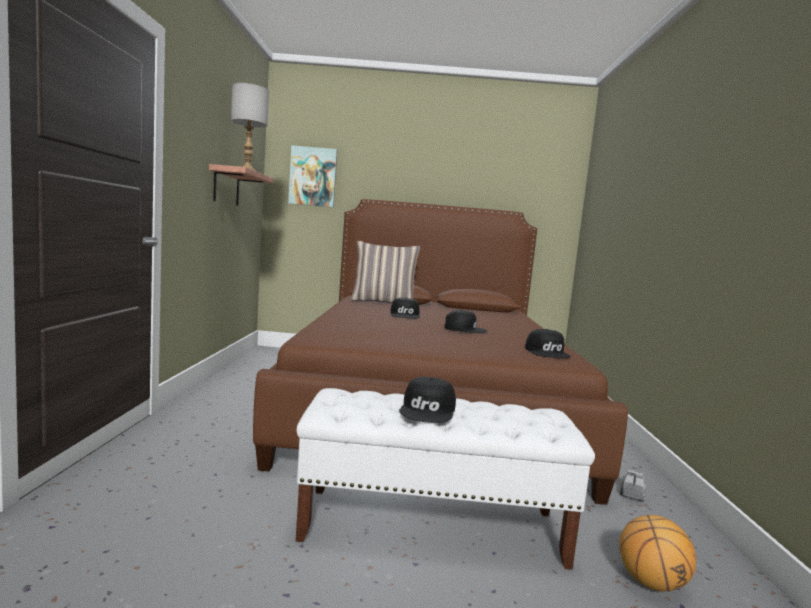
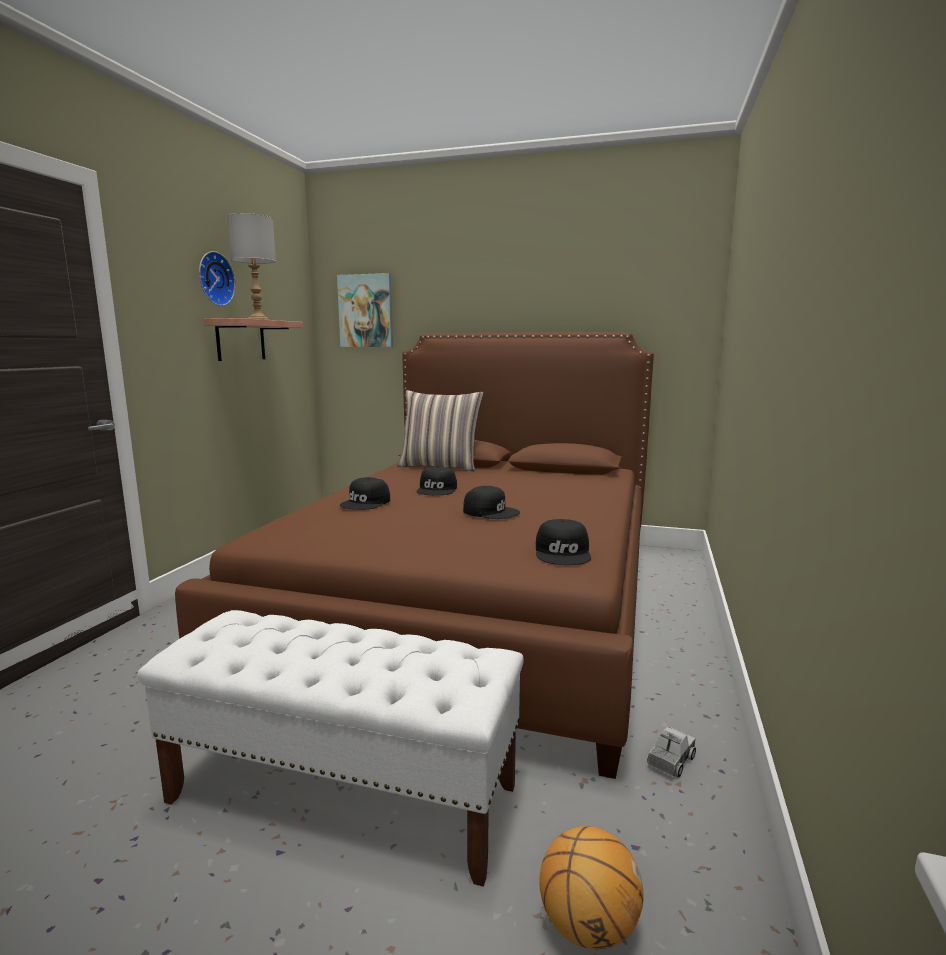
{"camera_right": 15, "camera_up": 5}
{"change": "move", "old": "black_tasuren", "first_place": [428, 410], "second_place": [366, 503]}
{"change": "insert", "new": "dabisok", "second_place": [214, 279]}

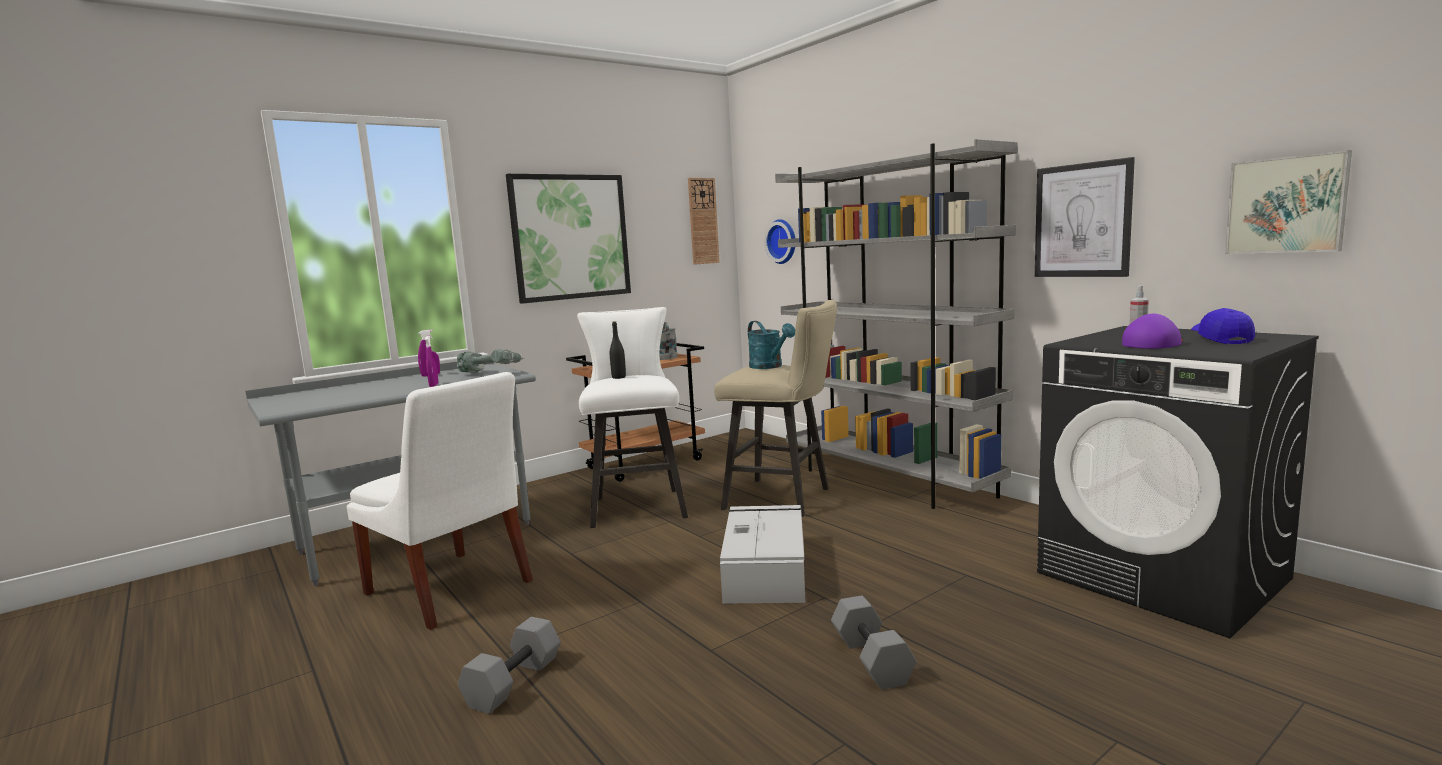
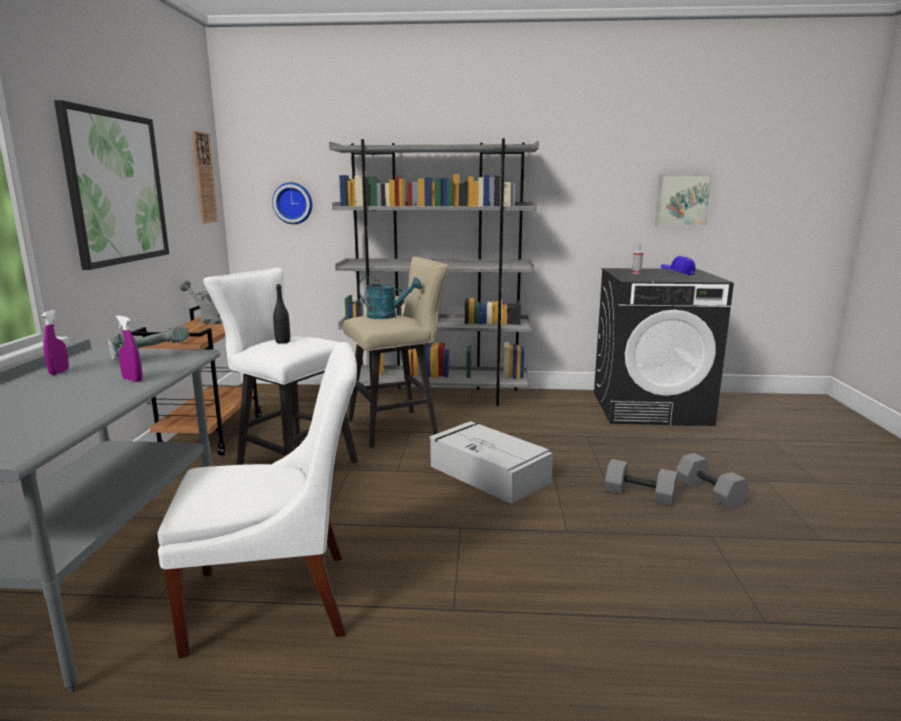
{"camera_right": -50, "camera_up": 5}
{"change": "delete", "old": "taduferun", "first_place": [1082, 220]}
{"change": "delete", "old": "purple_tasuren", "first_place": [1154, 343]}
{"change": "move", "old": "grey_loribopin", "first_place": [513, 681], "second_place": [708, 493]}

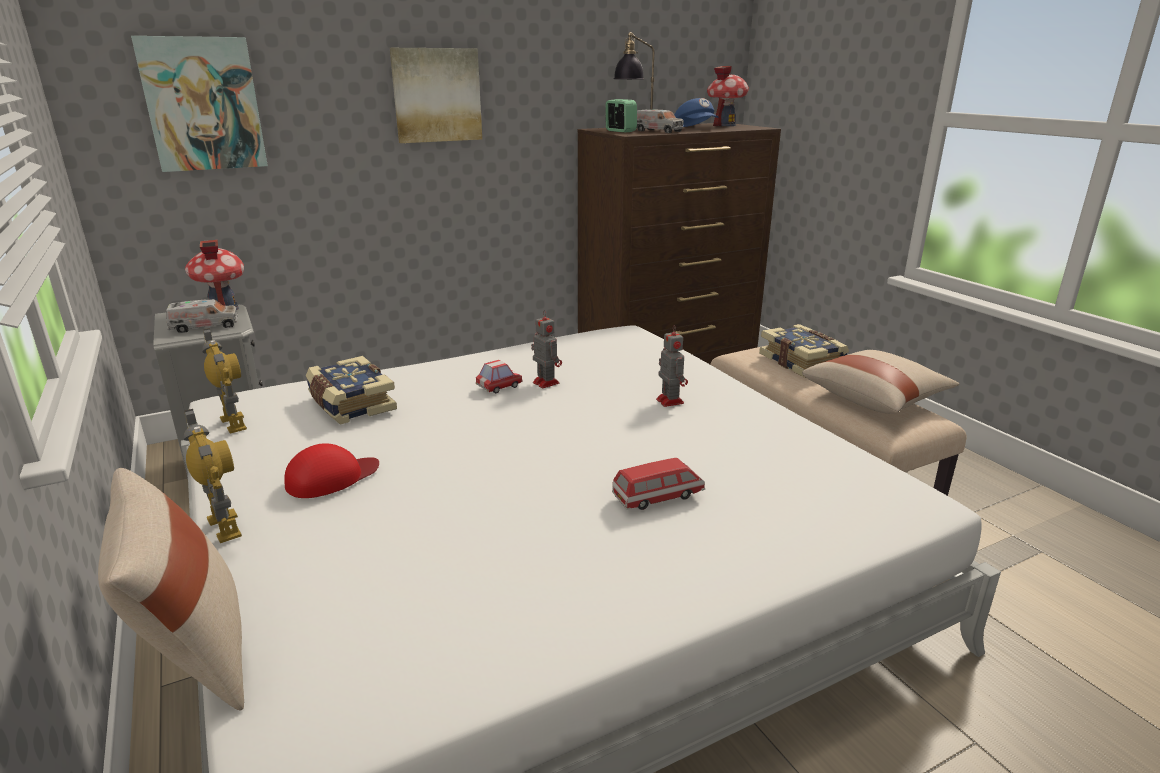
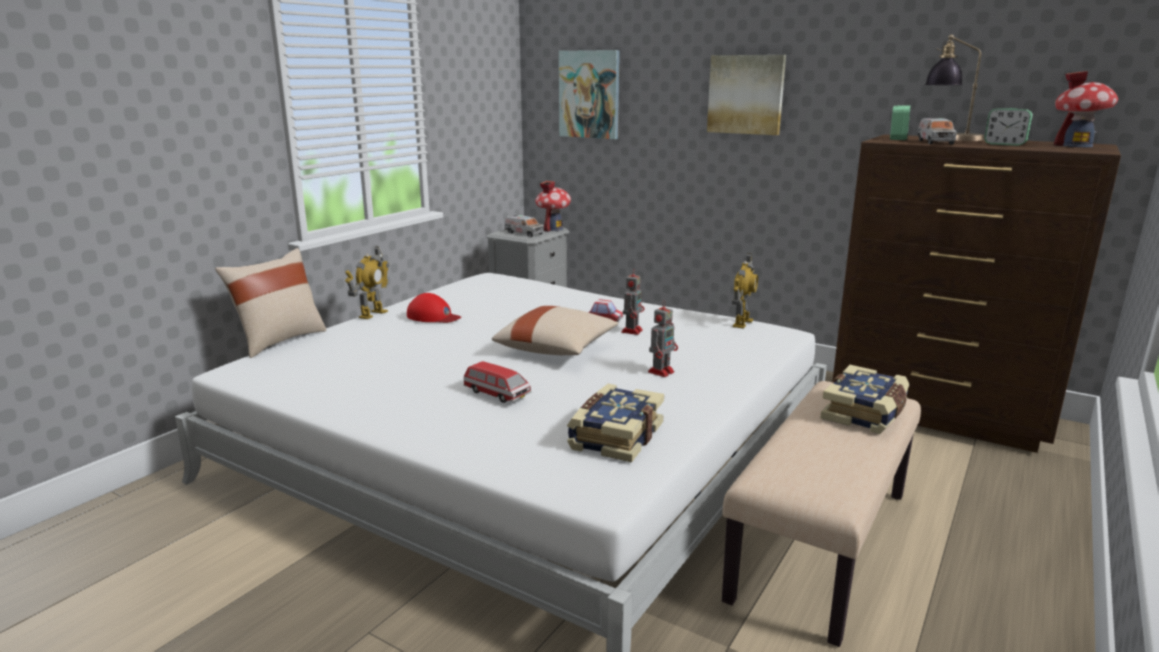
{"camera_right": 60, "camera_up": -5}
{"change": "replace", "old": "blue_tasuren", "new": "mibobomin", "first_place": [695, 128], "second_place": [1005, 144]}
{"change": "move", "old": "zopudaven", "first_place": [234, 423], "second_place": [741, 323]}
{"change": "move", "old": "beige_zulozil", "first_place": [876, 399], "second_place": [557, 349]}
{"change": "move", "old": "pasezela", "first_place": [350, 404], "second_place": [614, 436]}

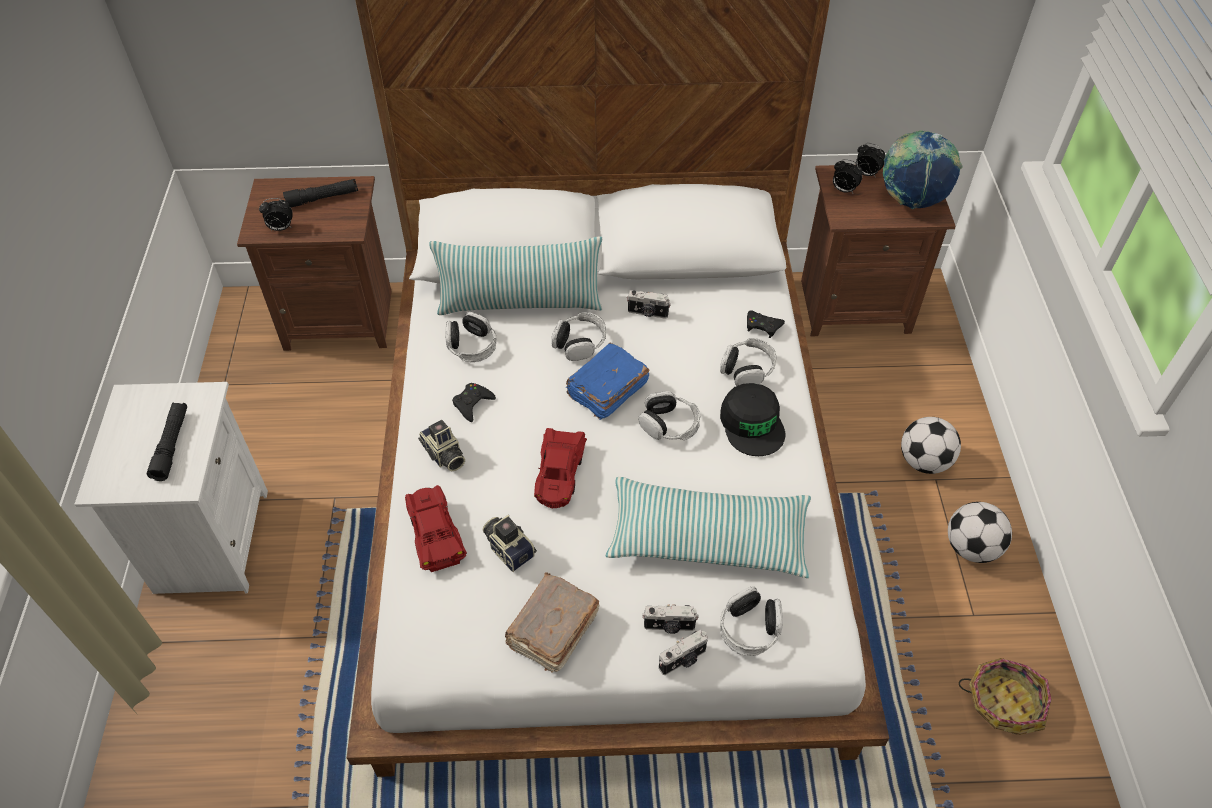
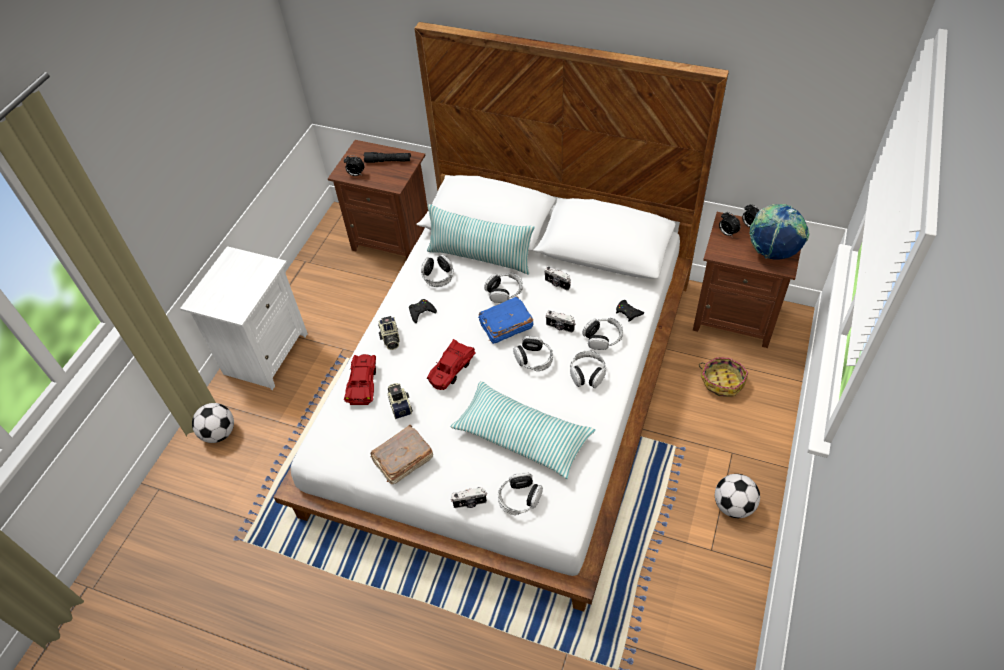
{"camera_right": 25, "camera_up": 0}
{"change": "replace", "old": "black_tasuren", "new": "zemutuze", "first_place": [752, 424], "second_place": [587, 374]}
{"change": "delete", "old": "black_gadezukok", "first_place": [171, 445]}
{"change": "move", "old": "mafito", "first_place": [924, 461], "second_place": [219, 433]}
{"change": "move", "old": "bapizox", "first_place": [669, 626], "second_place": [559, 327]}
{"change": "move", "old": "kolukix", "first_place": [1004, 702], "second_place": [722, 381]}

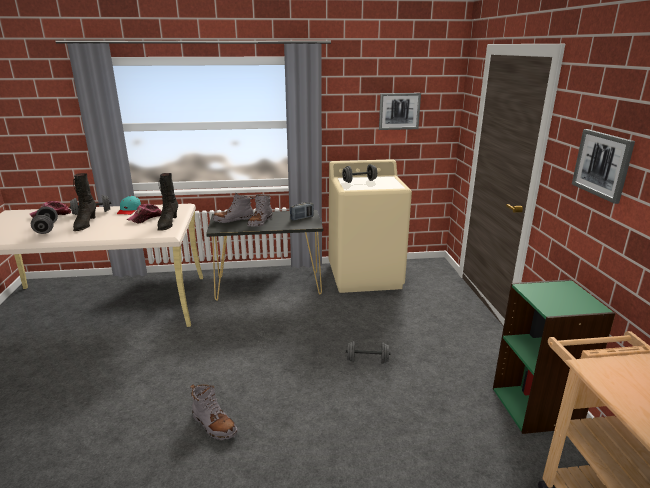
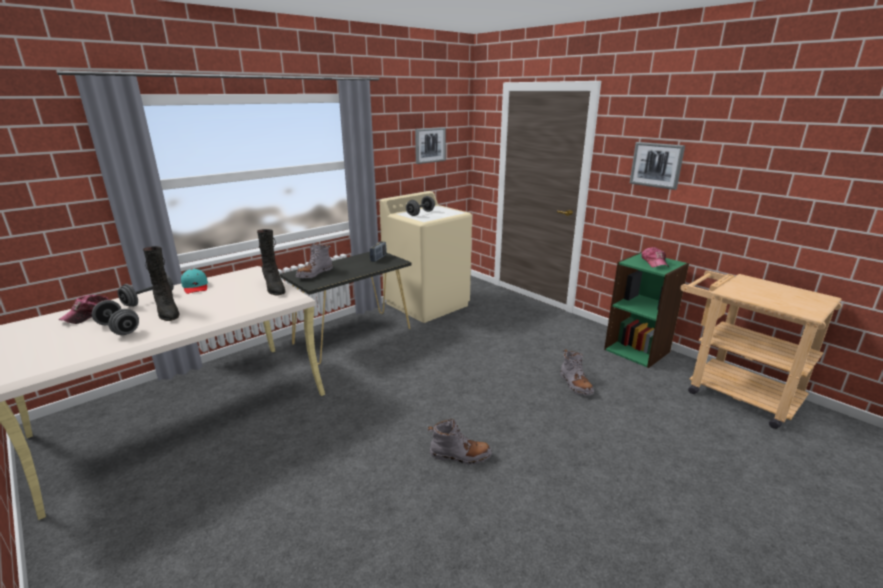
{"camera_right": -35, "camera_up": 0}
{"change": "move", "old": "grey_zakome", "first_place": [260, 222], "second_place": [575, 384]}
{"change": "move", "old": "tasuren", "first_place": [145, 218], "second_place": [654, 262]}
{"change": "delete", "old": "grey_loribopin", "first_place": [367, 360]}

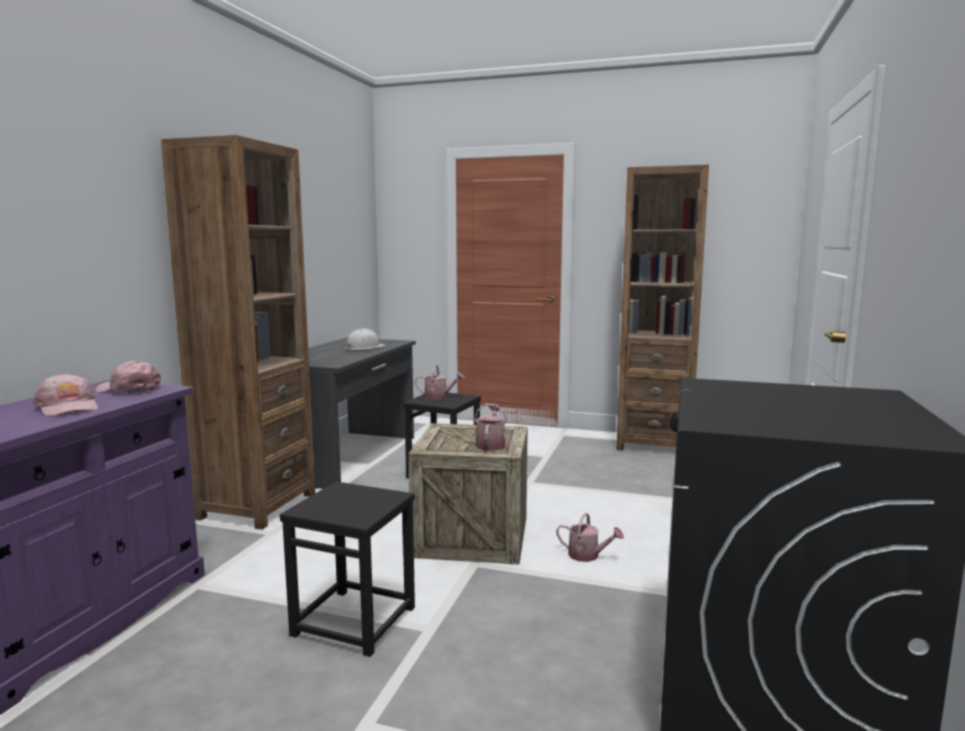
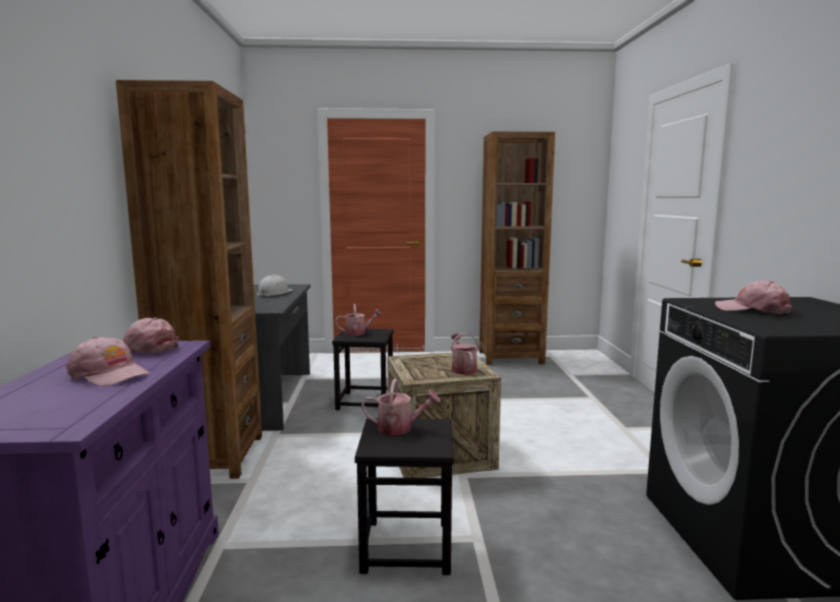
{"camera_right": -20, "camera_up": 0}
{"change": "move", "old": "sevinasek", "first_place": [588, 556], "second_place": [400, 428]}
{"change": "insert", "new": "pink_tasuren", "second_place": [752, 310]}

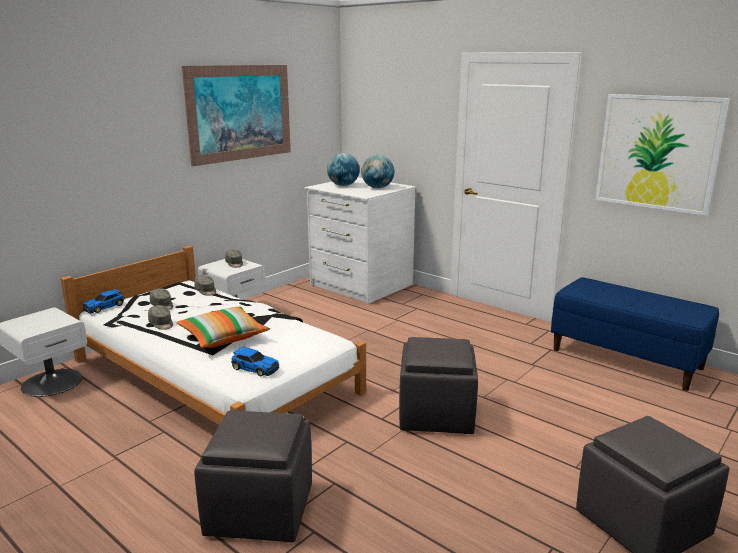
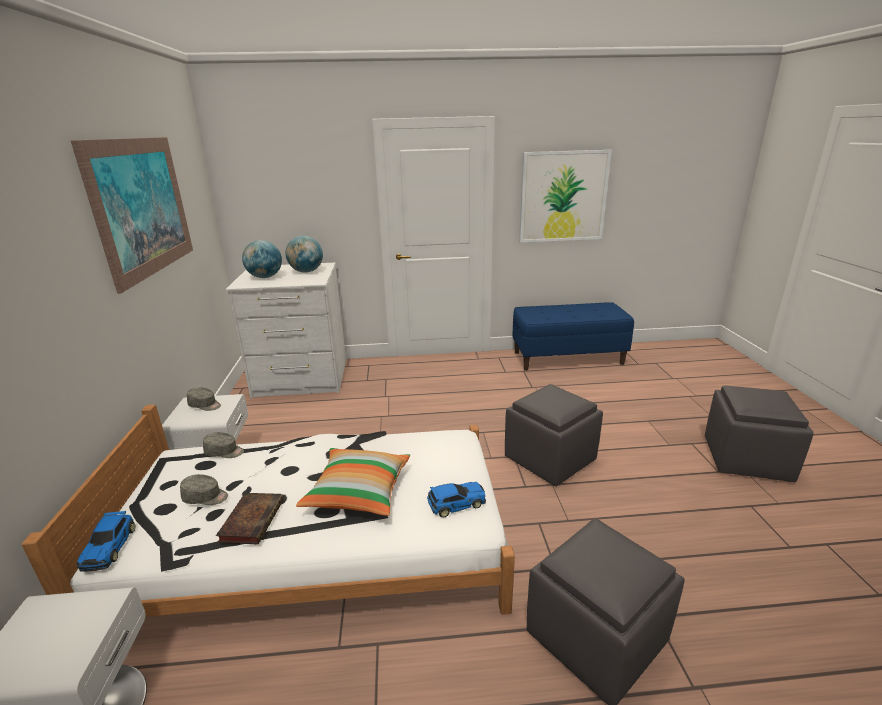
{"camera_right": -45, "camera_up": 5}
{"change": "replace", "old": "grey_tasuren", "new": "pasezela", "first_place": [161, 324], "second_place": [252, 520]}

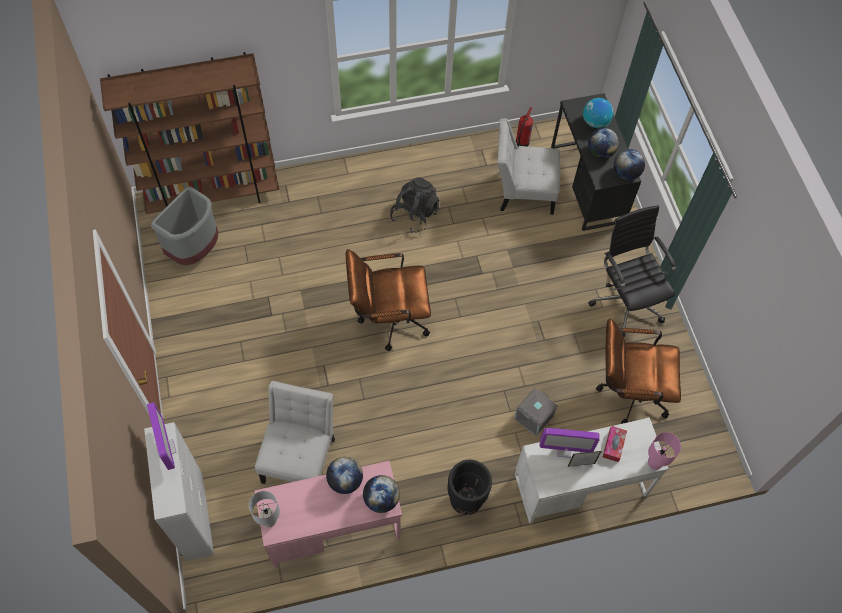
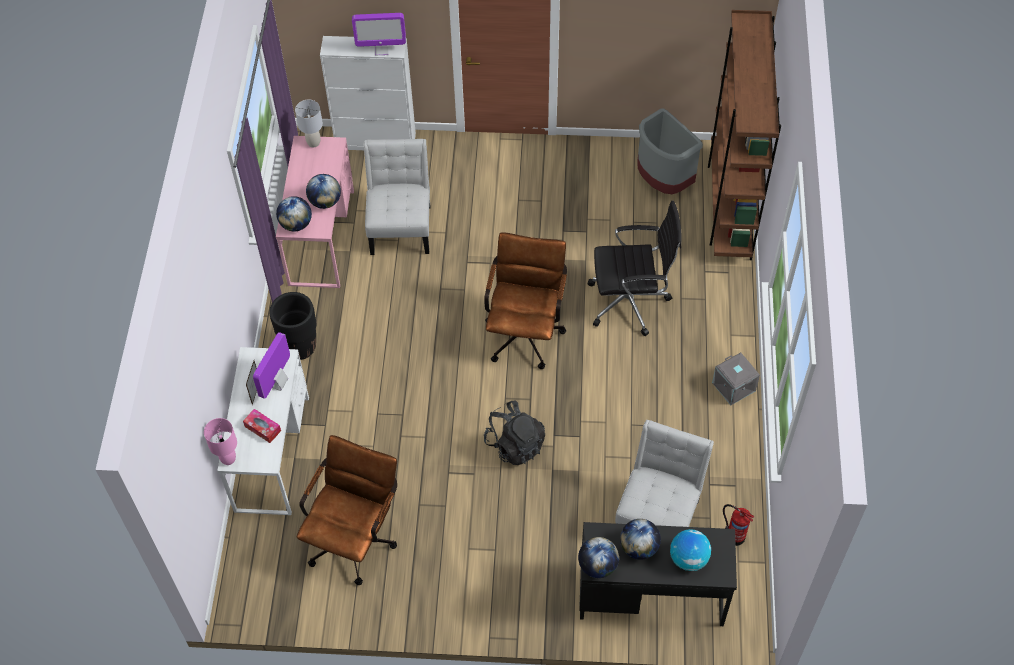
{"camera_right": 110, "camera_up": -5}
{"change": "move", "old": "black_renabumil", "first_place": [414, 214], "second_place": [515, 444]}
{"change": "move", "old": "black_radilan", "first_place": [626, 300], "second_place": [630, 302]}
{"change": "rotate", "old": "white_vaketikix", "first_place": [300, 456], "second_place": [401, 226], "degrees": -120}
{"change": "move", "old": "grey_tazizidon", "first_place": [534, 418], "second_place": [733, 387]}

